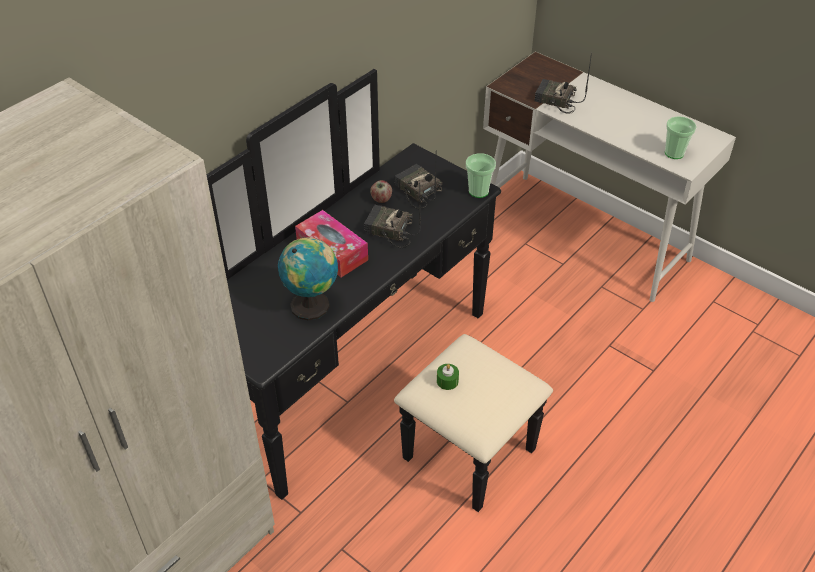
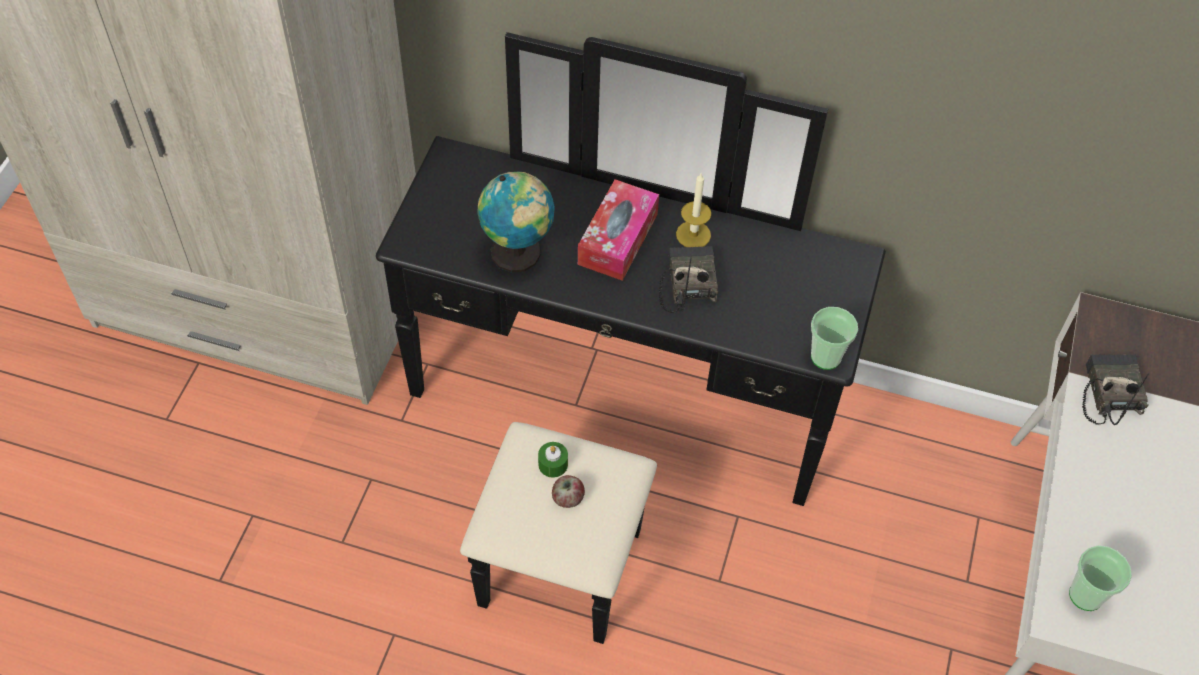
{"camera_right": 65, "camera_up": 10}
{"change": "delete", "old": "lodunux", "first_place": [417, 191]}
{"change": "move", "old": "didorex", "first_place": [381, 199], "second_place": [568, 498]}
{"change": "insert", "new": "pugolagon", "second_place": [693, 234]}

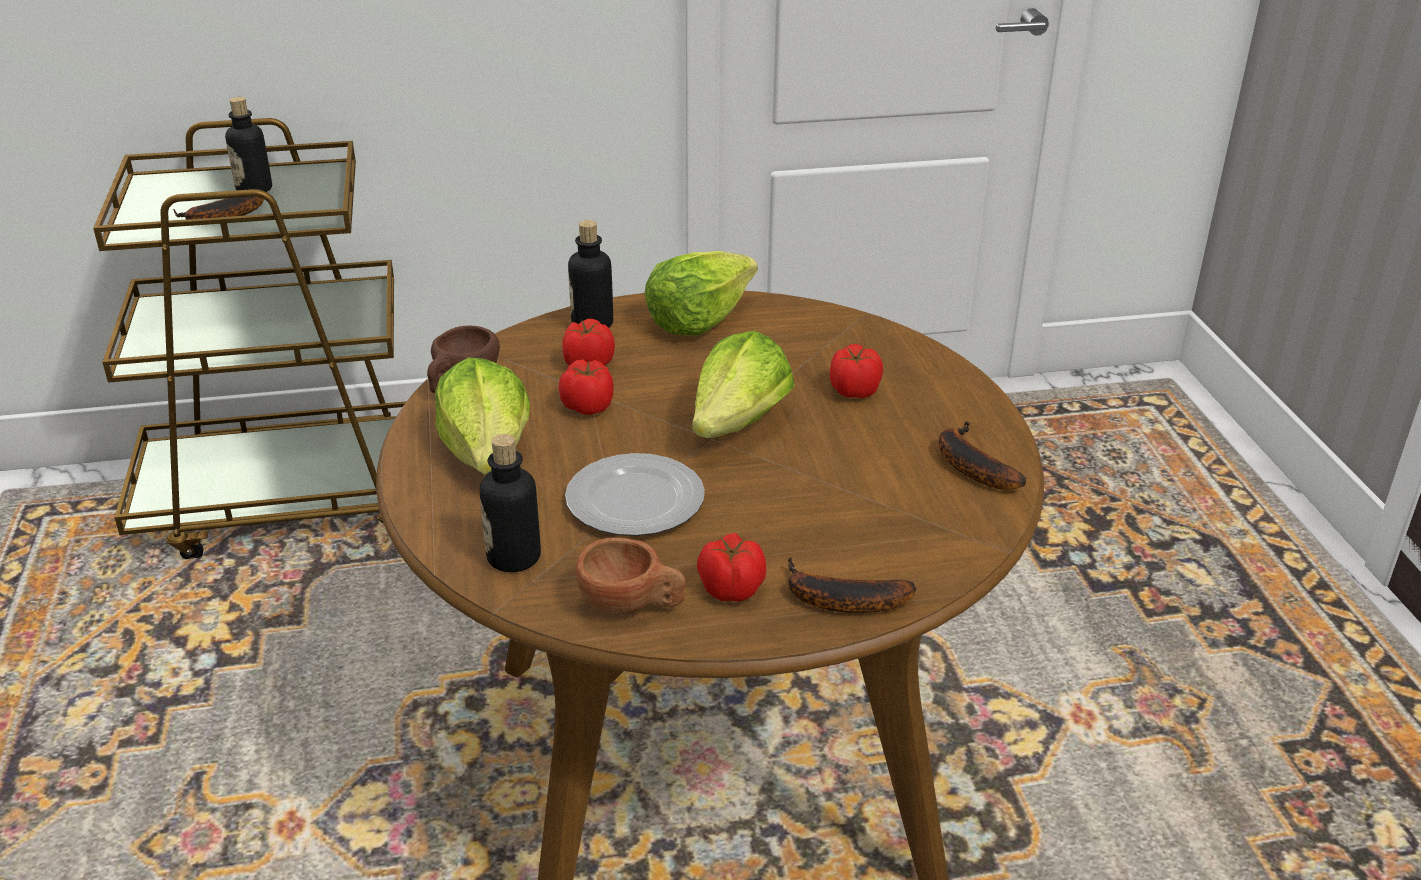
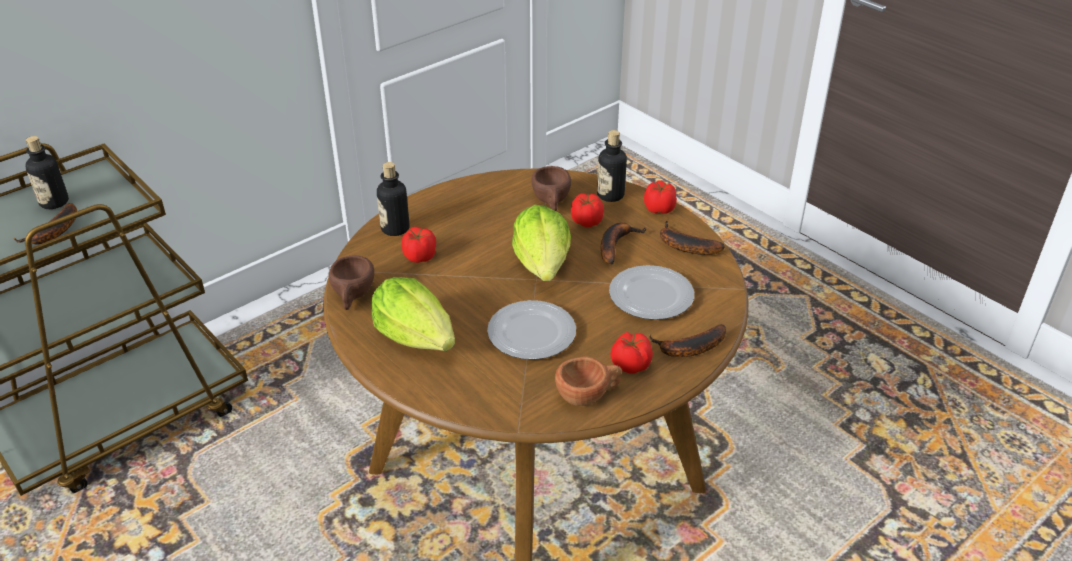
{"camera_right": -30, "camera_up": 5}
{"change": "delete", "old": "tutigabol", "first_place": [698, 319]}
{"change": "move", "old": "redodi", "first_place": [588, 406], "second_place": [659, 208]}
{"change": "move", "old": "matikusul", "first_place": [514, 557], "second_place": [610, 195]}
{"change": "insert", "new": "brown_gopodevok", "second_place": [551, 202]}
{"change": "insert", "new": "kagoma", "second_place": [615, 245]}
{"change": "insert", "new": "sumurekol", "second_place": [651, 297]}

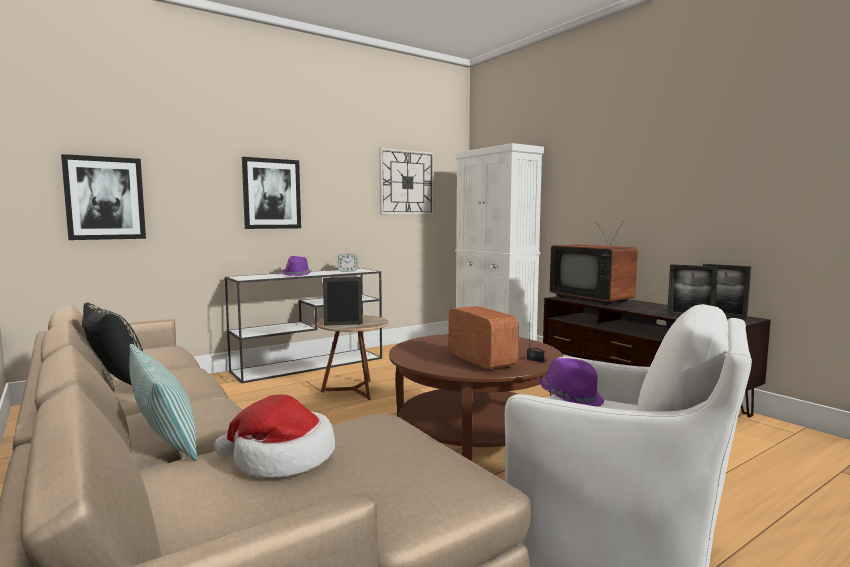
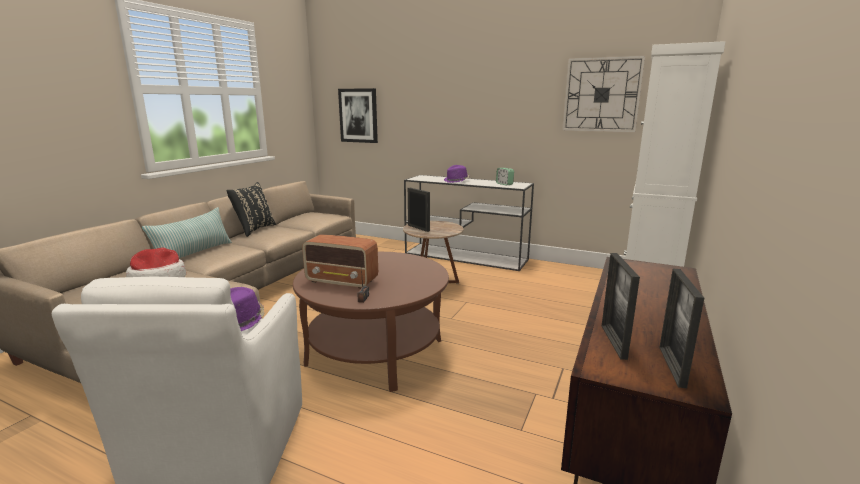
{"camera_right": 60, "camera_up": 10}
{"change": "delete", "old": "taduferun", "first_place": [271, 194]}
{"change": "delete", "old": "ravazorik", "first_place": [593, 299]}
{"change": "rotate", "old": "lodunux", "first_place": [480, 361], "second_place": [342, 281], "degrees": 75}

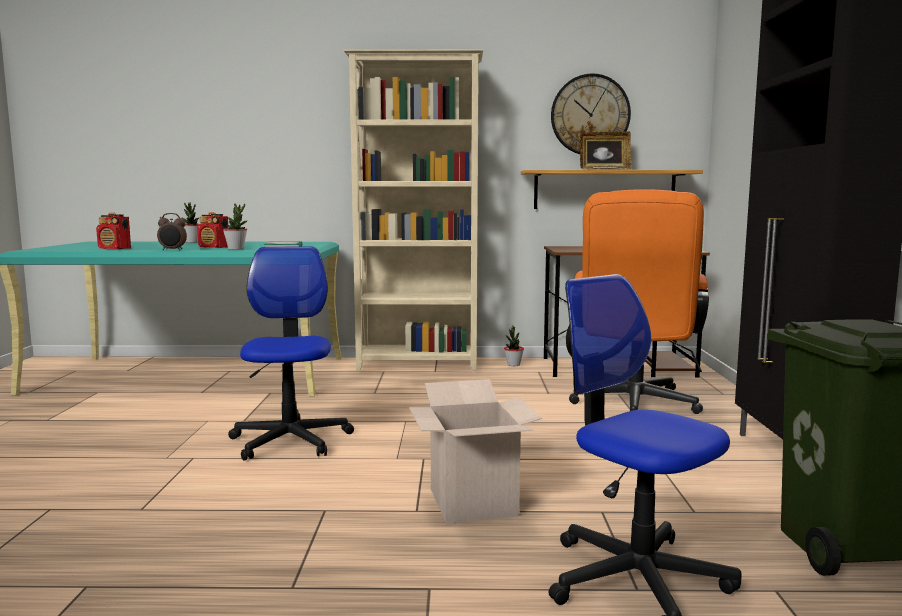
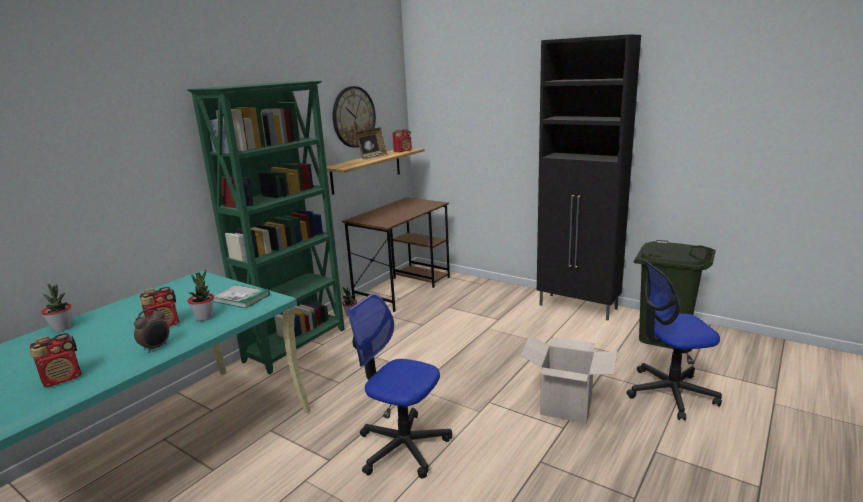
{"camera_right": -55, "camera_up": 10}
{"change": "recolor", "old": "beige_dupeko", "new": "green_dupeko", "first_place": [418, 365], "second_place": [297, 345]}
{"change": "delete", "old": "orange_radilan", "first_place": [633, 406]}
{"change": "insert", "new": "lodunux", "second_place": [403, 151]}

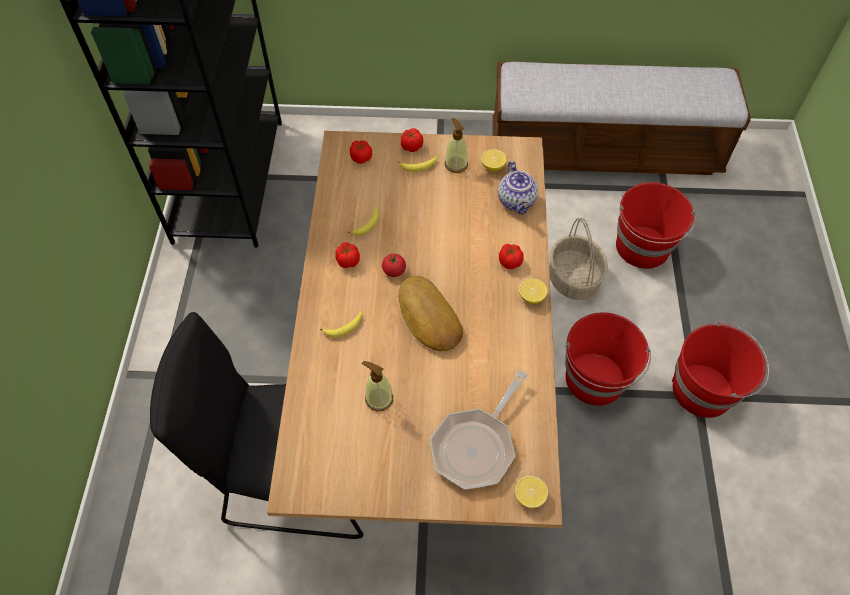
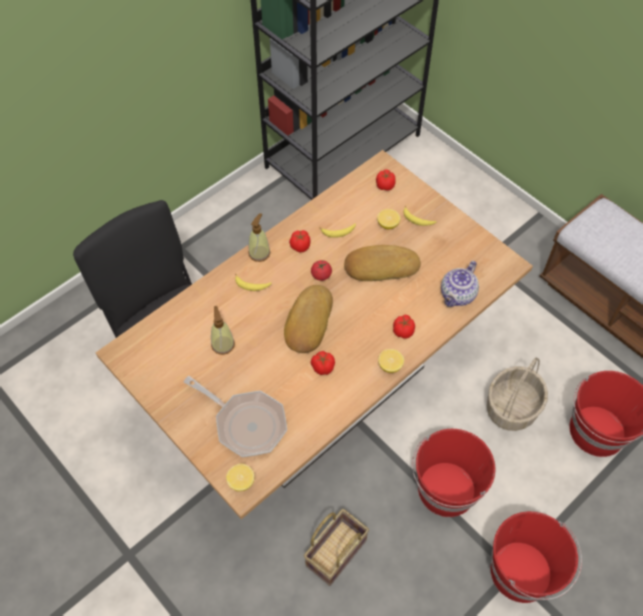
{"camera_right": 45, "camera_up": 0}
{"change": "move", "old": "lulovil", "first_place": [456, 164], "second_place": [259, 253]}
{"change": "move", "old": "redodi", "first_place": [411, 146], "second_place": [322, 367]}
{"change": "move", "old": "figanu", "first_place": [493, 166], "second_place": [388, 224]}
{"change": "rotate", "old": "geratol", "first_place": [476, 445], "second_place": [246, 423], "degrees": -135}
{"change": "insert", "new": "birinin", "second_place": [380, 266]}
{"change": "insert", "new": "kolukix", "second_place": [336, 551]}

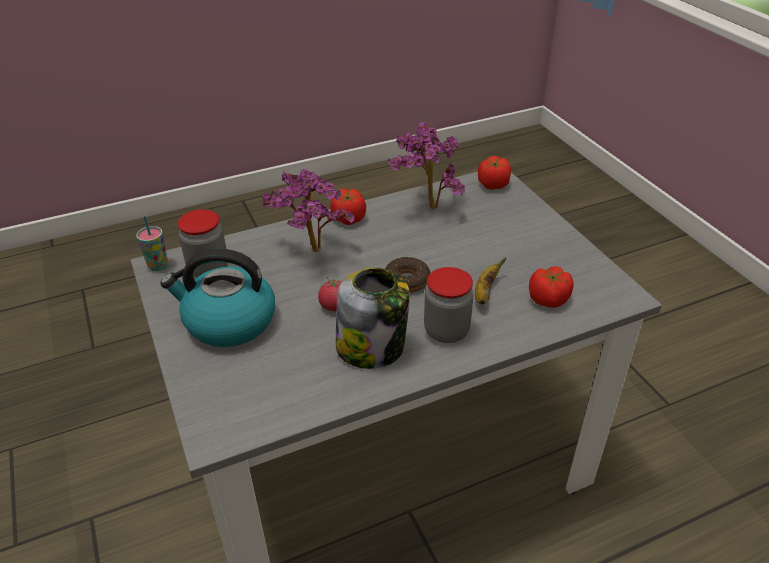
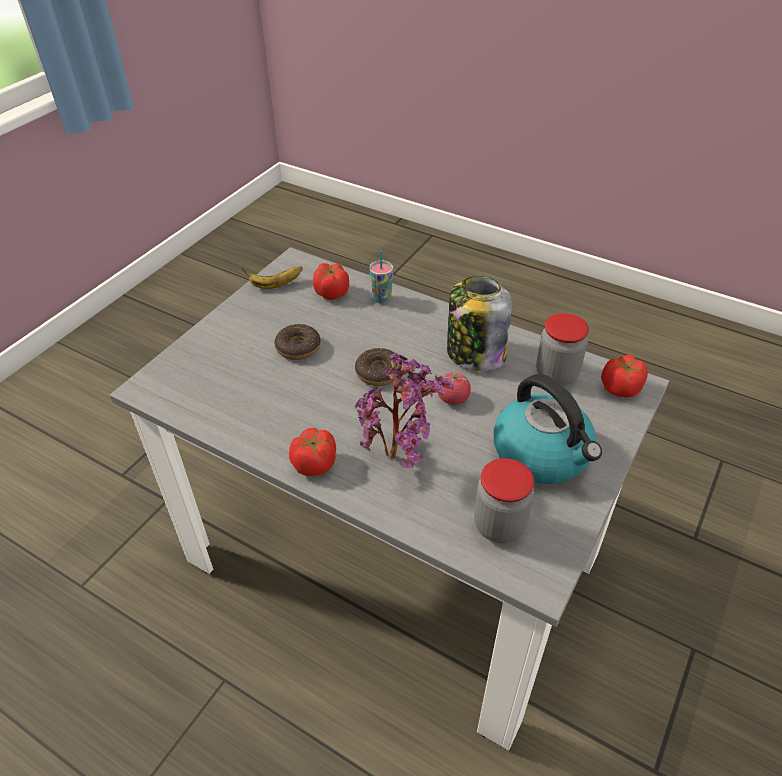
{"camera_right": -125, "camera_up": 5}
{"change": "delete", "old": "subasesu", "first_place": [426, 208]}
{"change": "move", "old": "redodi", "first_place": [493, 184], "second_place": [621, 388]}
{"change": "move", "old": "gopodevok", "first_place": [158, 265], "second_place": [381, 298]}
{"change": "move", "old": "kagoma", "first_place": [485, 292], "second_place": [275, 285]}
{"change": "move", "old": "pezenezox", "first_place": [446, 331], "second_place": [556, 374]}
{"change": "insert", "new": "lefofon", "second_place": [298, 347]}

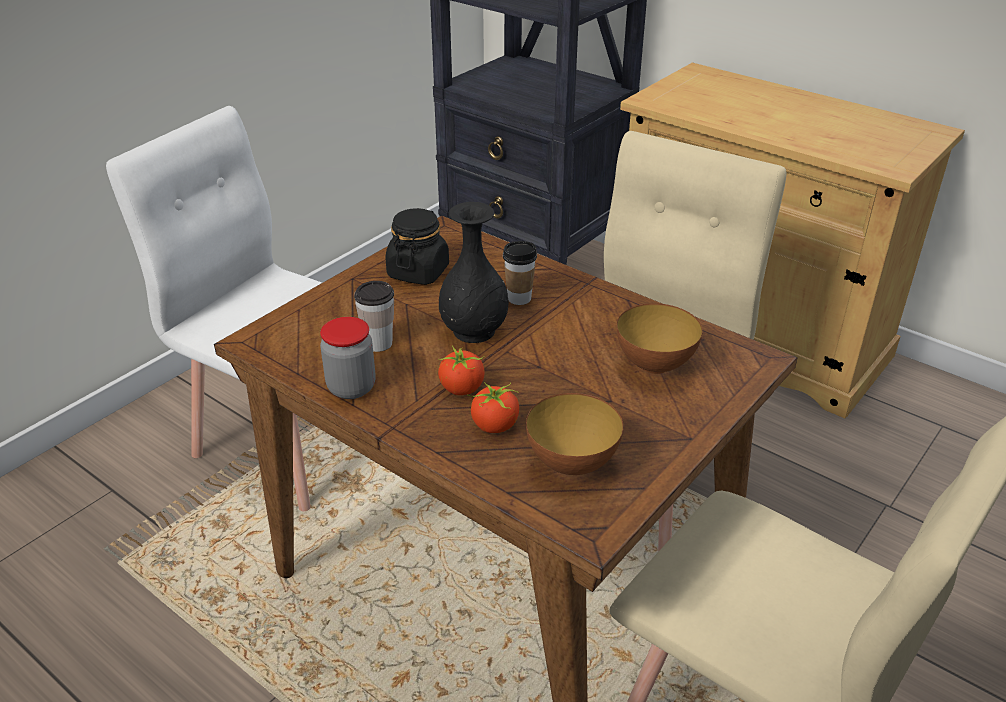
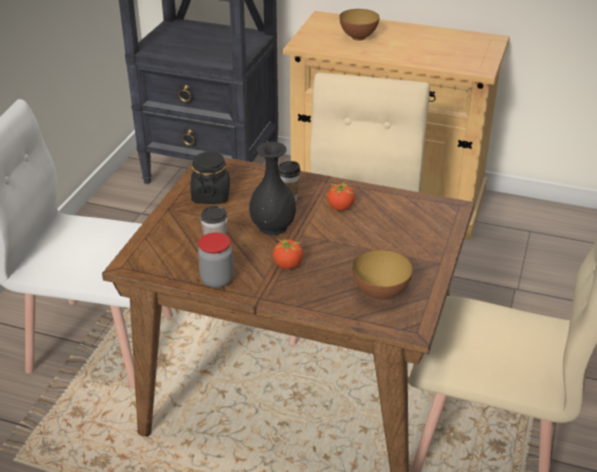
{"camera_right": -20, "camera_up": 0}
{"change": "move", "old": "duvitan", "first_place": [654, 365], "second_place": [358, 37]}
{"change": "move", "old": "redodi", "first_place": [494, 426], "second_place": [340, 207]}

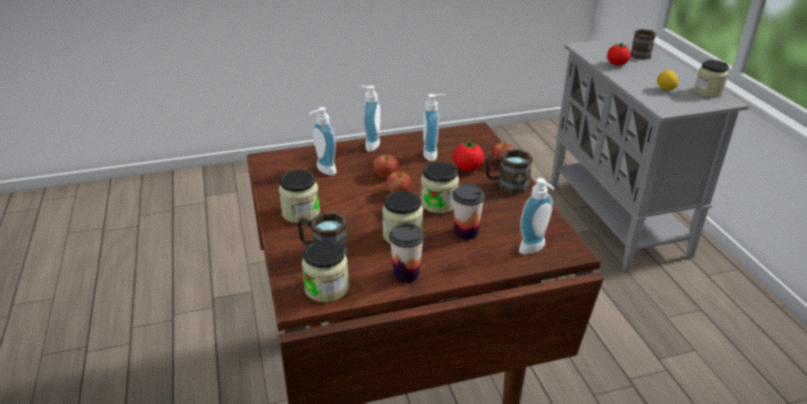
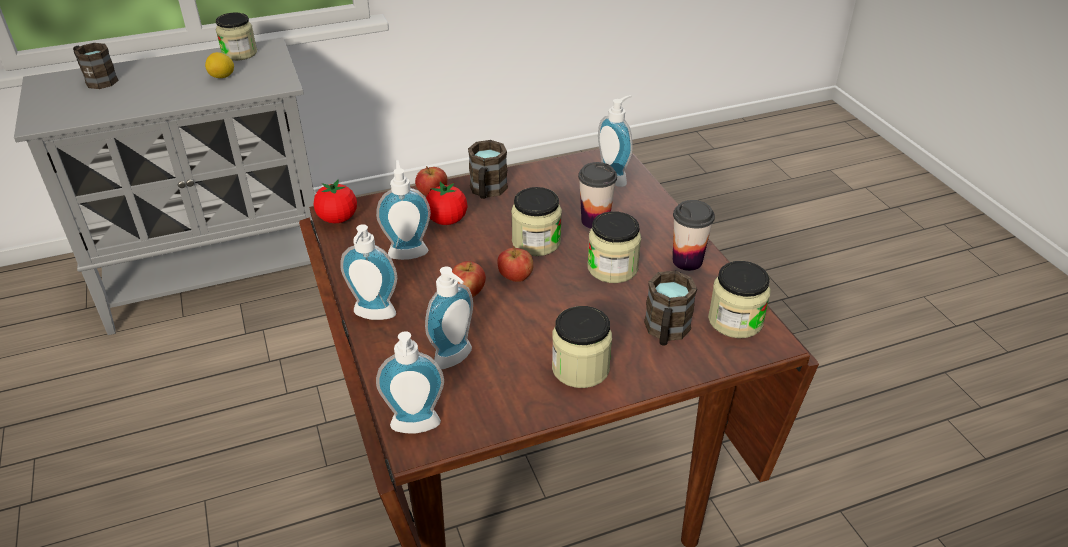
{"camera_right": -95, "camera_up": 5}
{"change": "move", "old": "redodi", "first_place": [617, 64], "second_place": [338, 219]}
{"change": "insert", "new": "lulovil", "second_place": [415, 429]}

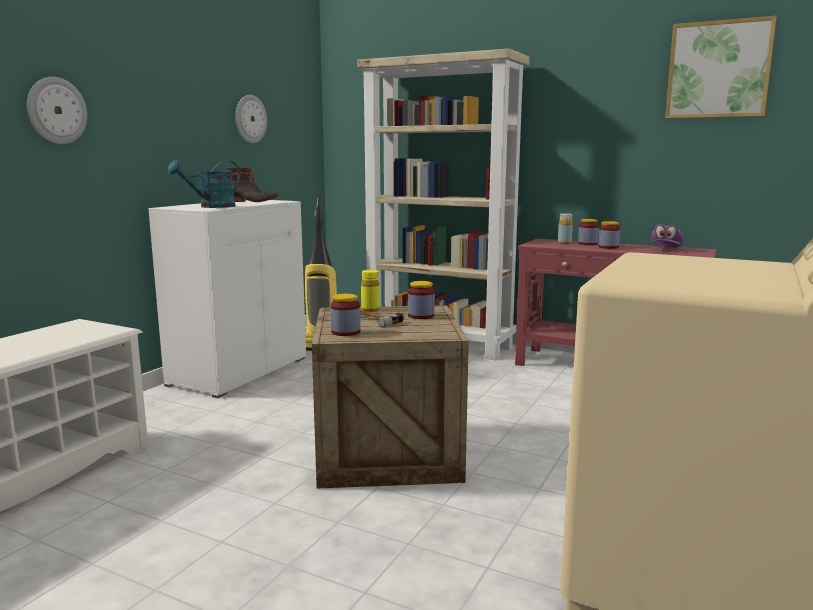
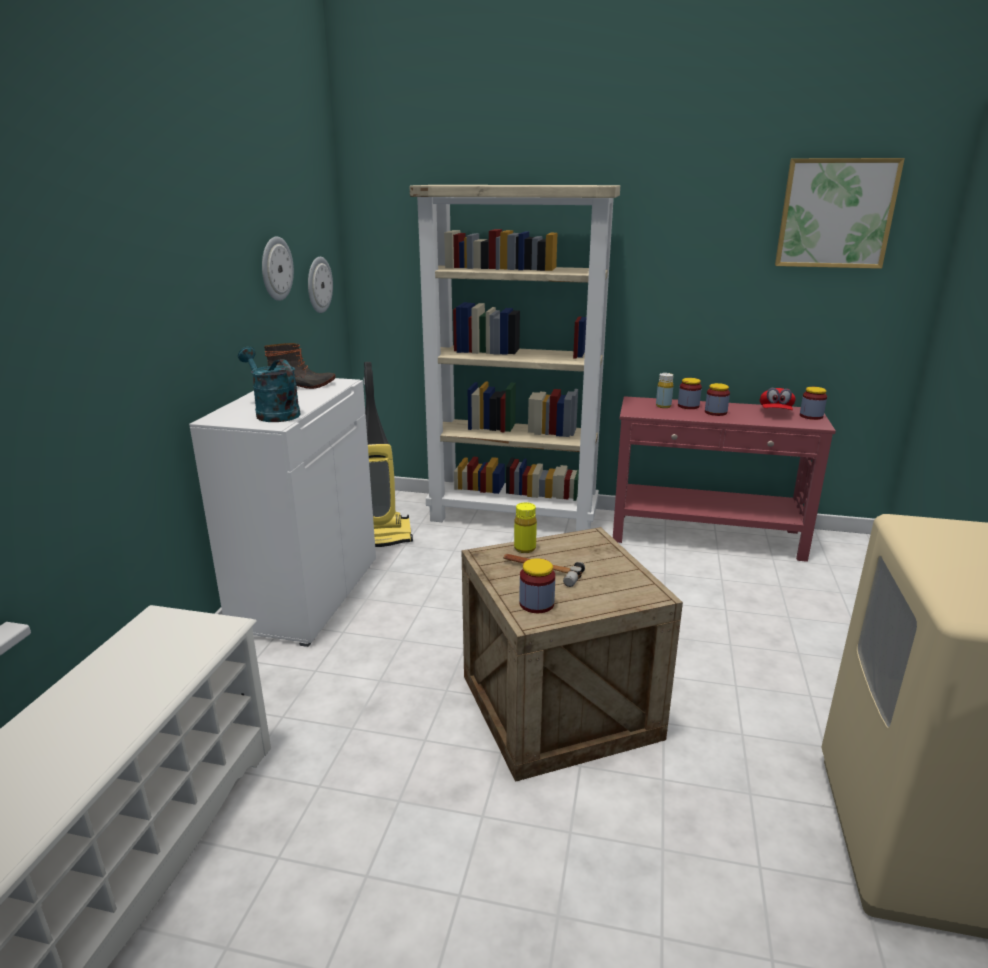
{"camera_right": -15, "camera_up": 10}
{"change": "move", "old": "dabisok", "first_place": [56, 111], "second_place": [318, 285]}
{"change": "rotate", "old": "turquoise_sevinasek", "first_place": [211, 207], "second_place": [273, 413], "degrees": 105}
{"change": "recolor", "old": "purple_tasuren", "new": "red_tasuren", "first_place": [666, 249], "second_place": [775, 413]}
{"change": "move", "old": "pezenezox", "first_place": [421, 316], "second_place": [811, 416]}

